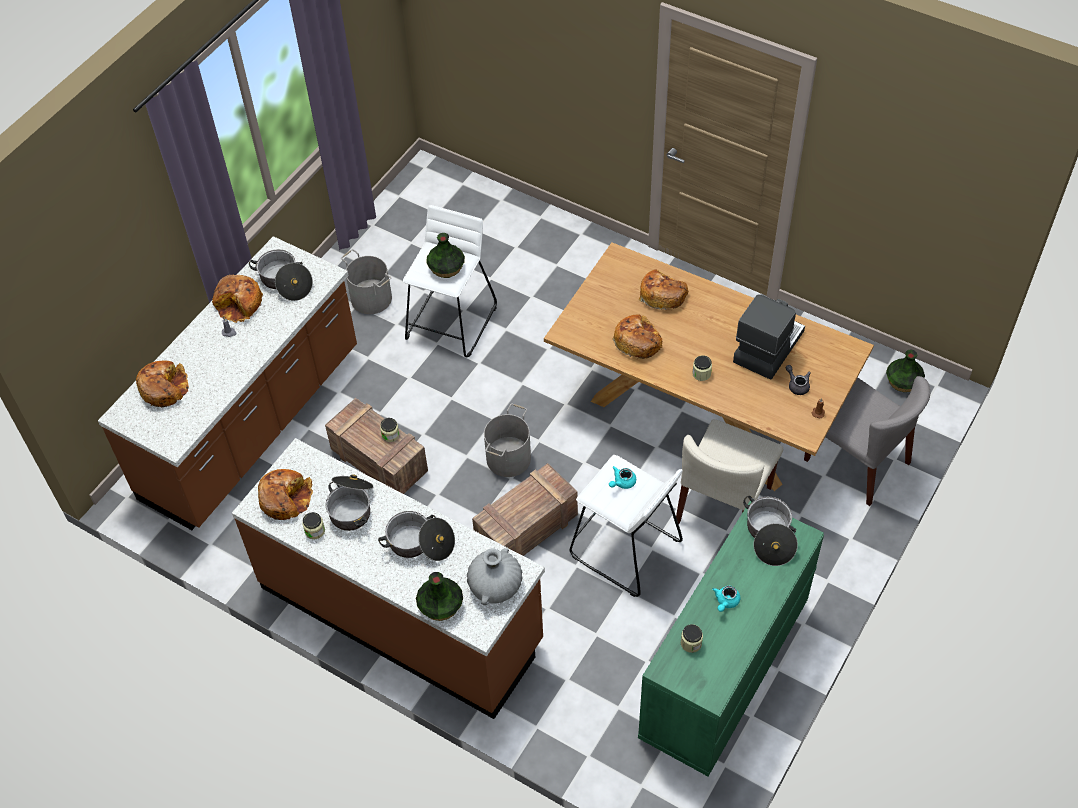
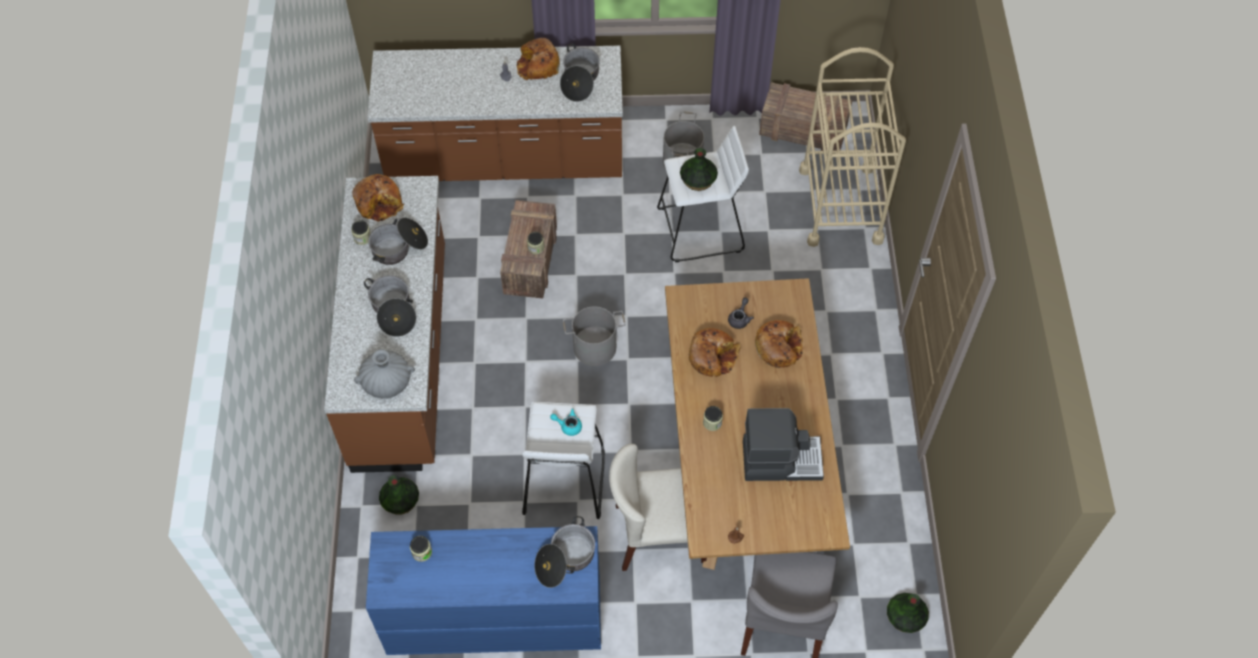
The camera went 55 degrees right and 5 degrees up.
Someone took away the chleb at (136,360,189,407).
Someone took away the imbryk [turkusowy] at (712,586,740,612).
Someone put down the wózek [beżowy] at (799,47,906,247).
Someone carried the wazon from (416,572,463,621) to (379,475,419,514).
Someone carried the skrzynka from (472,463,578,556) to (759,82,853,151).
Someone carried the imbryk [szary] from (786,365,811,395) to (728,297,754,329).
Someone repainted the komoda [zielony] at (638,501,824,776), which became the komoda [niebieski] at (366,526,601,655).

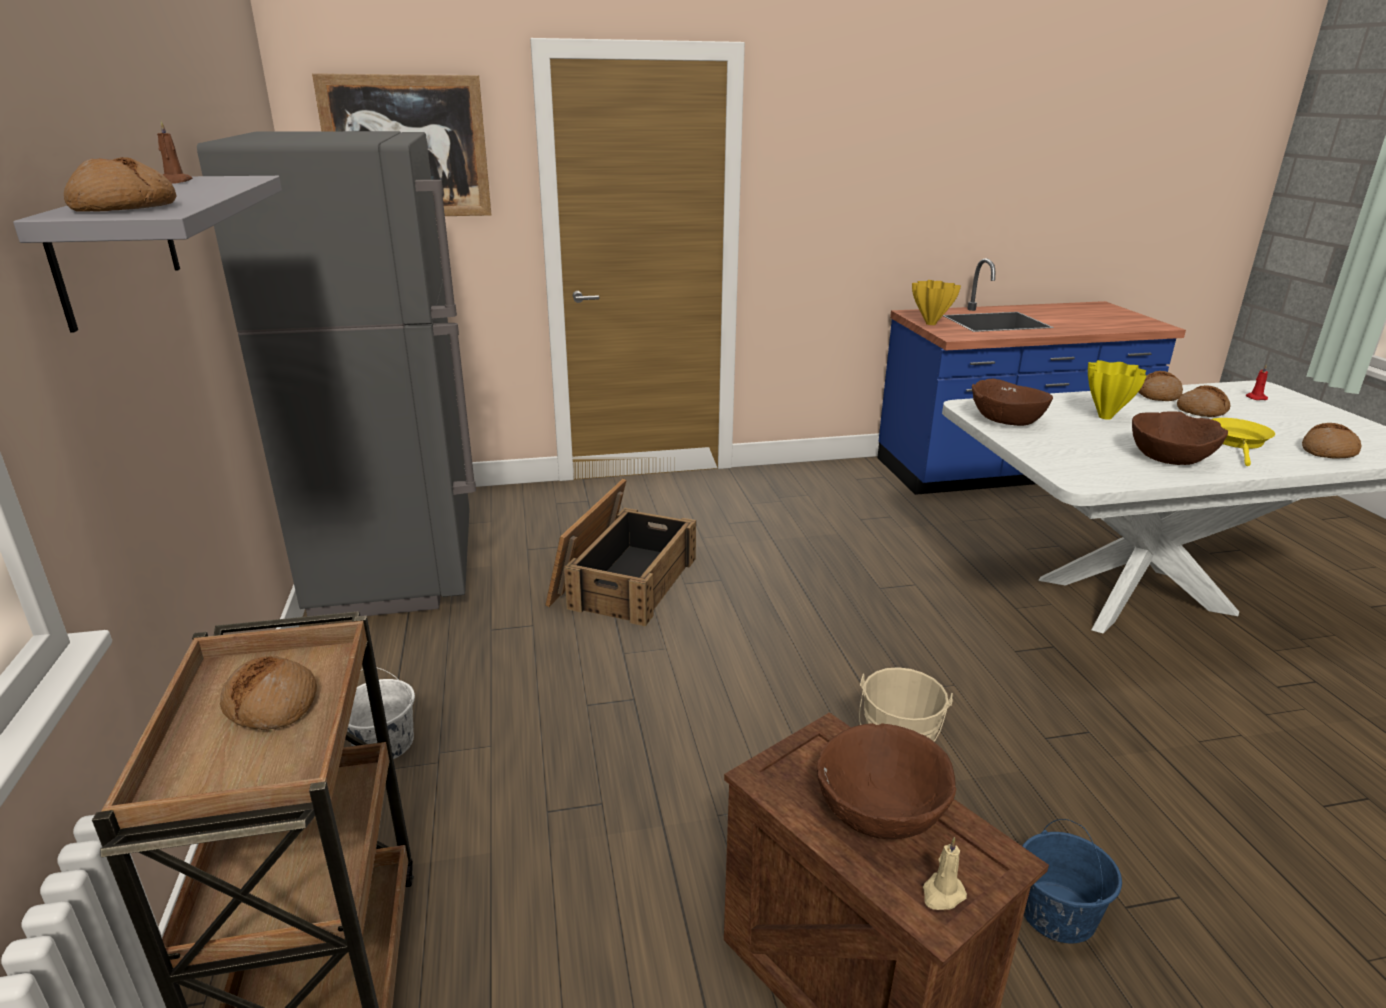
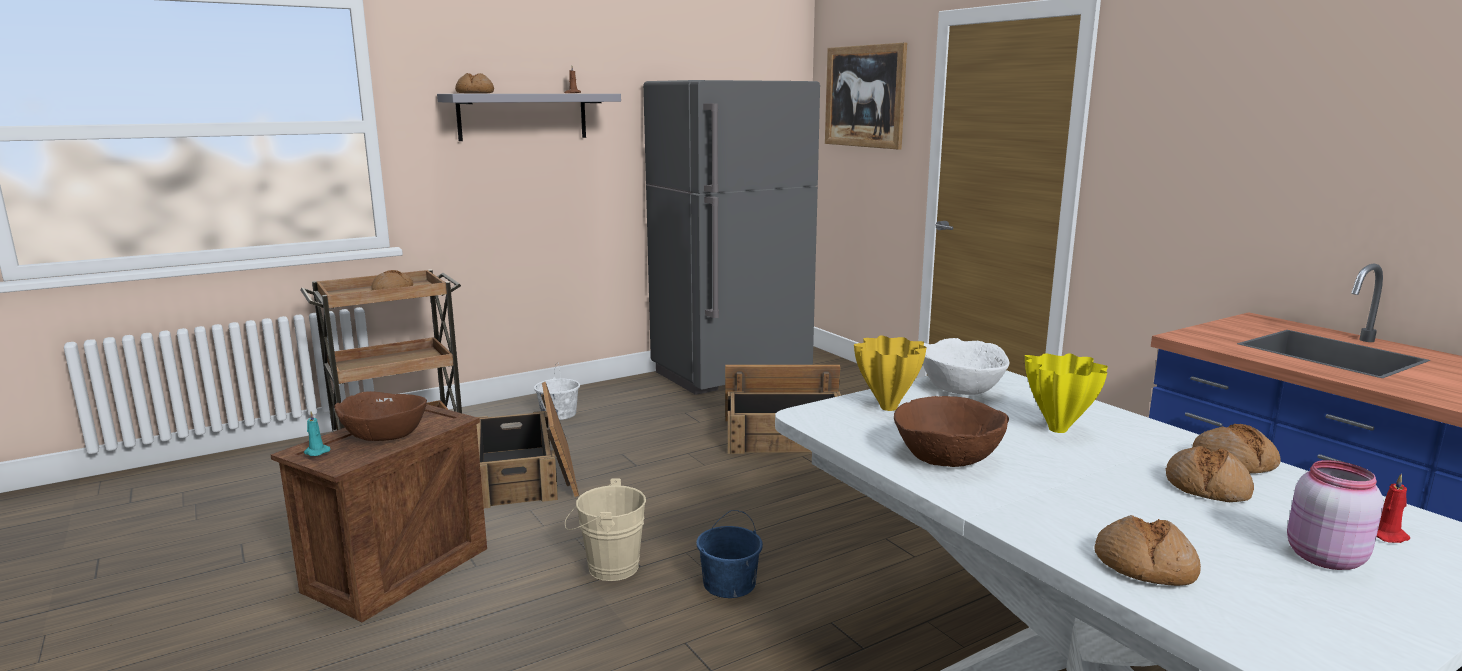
The camera went 70 degrees right and 10 degrees down.
Someone took away the patelnia [żółty] at (1212,418,1275,466).
Someone put down the skrzynka at (476,382,579,508).
Someone put down the słoik [różowy] at (1287,460,1384,570).
Someone carried the wazon [żółty] from (912,280,961,325) to (854,335,927,411).
Someone carried the wiadro [niebieski] from (1023,819,1122,944) to (696,510,763,598).
Someone repainted the świeca [beżowy] at (923,837,967,910), which became the świeca [turkusowy] at (304,411,330,456).
Someone repainted the miska [brązowy] at (972,379,1053,426), which became the miska [biały] at (923,338,1010,395).

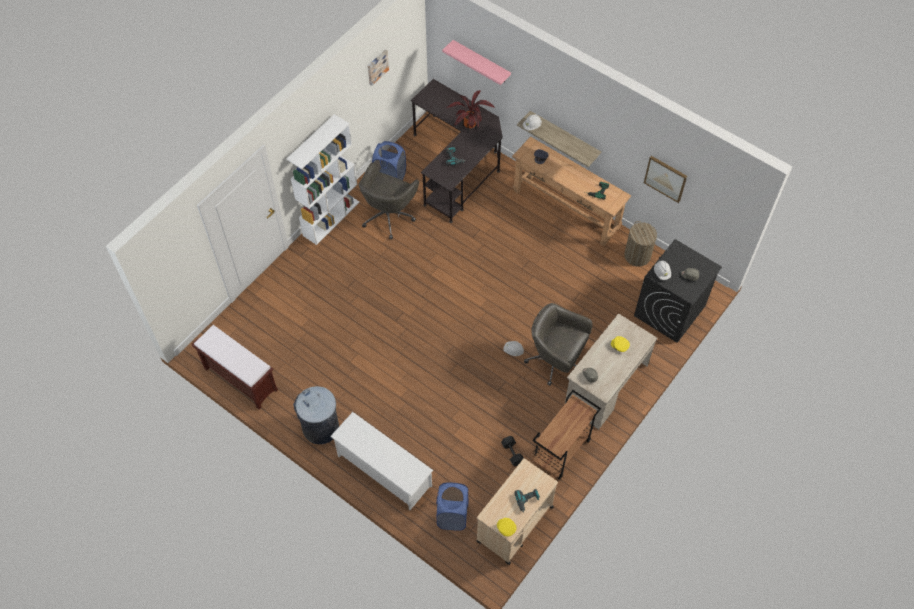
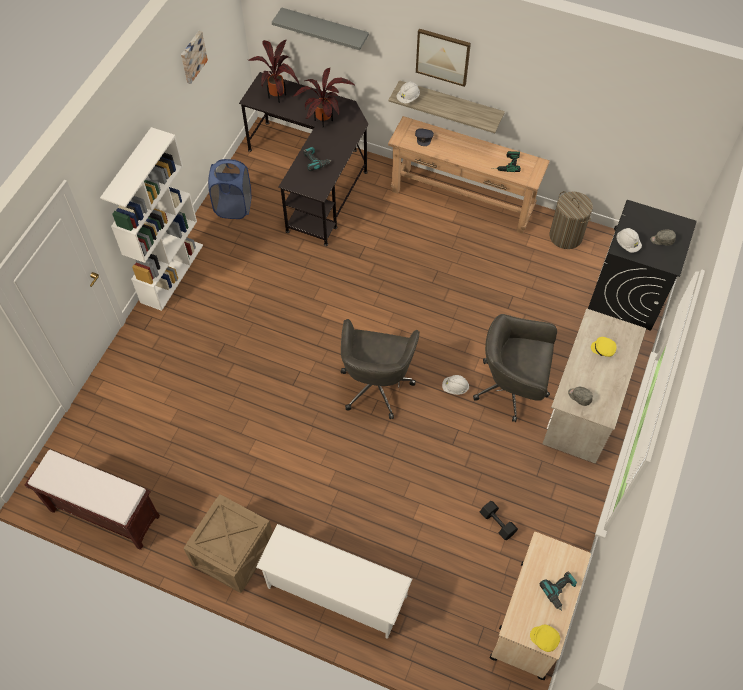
The camera went 15 degrees left and 0 degrees up.
Someone took away the kosz na pranie [niebieski] at (436,482,469,531).
Someone took away the wózek [brązowy] at (532,390,601,480).
Someone put down the roślina doniczkowa at (248,39,300,103).
Someone carried the krzesło biurowe [szary] from (359,163,419,239) to (341,319,420,419).
Someone carried the obraz from (644,156,687,203) to (416,29,471,87).
Someone swapped the kosz na śmieci [szary] at (293,386,339,444) for the skrzynka at (183,494,273,593).
Someone repainted the półka [różowy] at (442,40,511,85), which became the półka [szary] at (272,7,369,50).

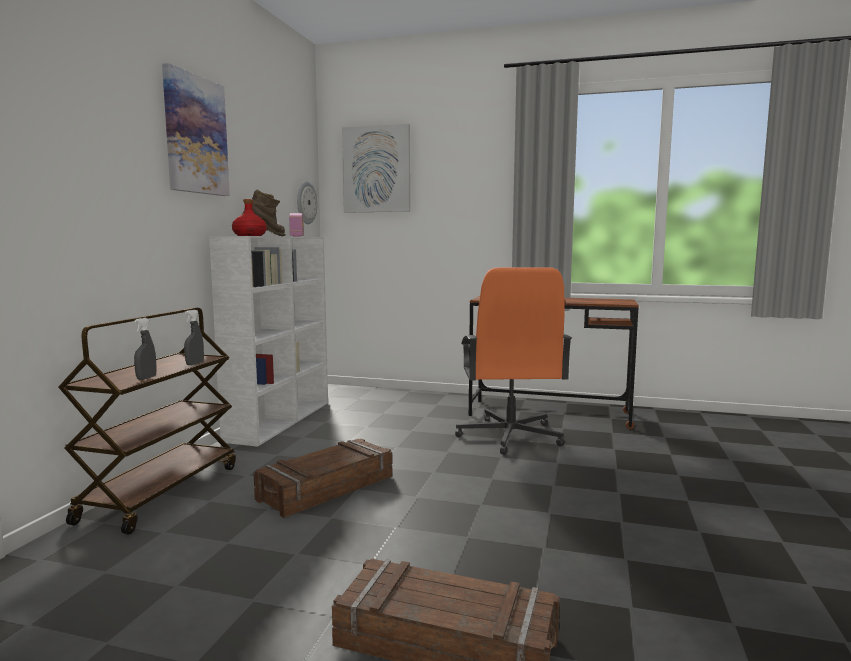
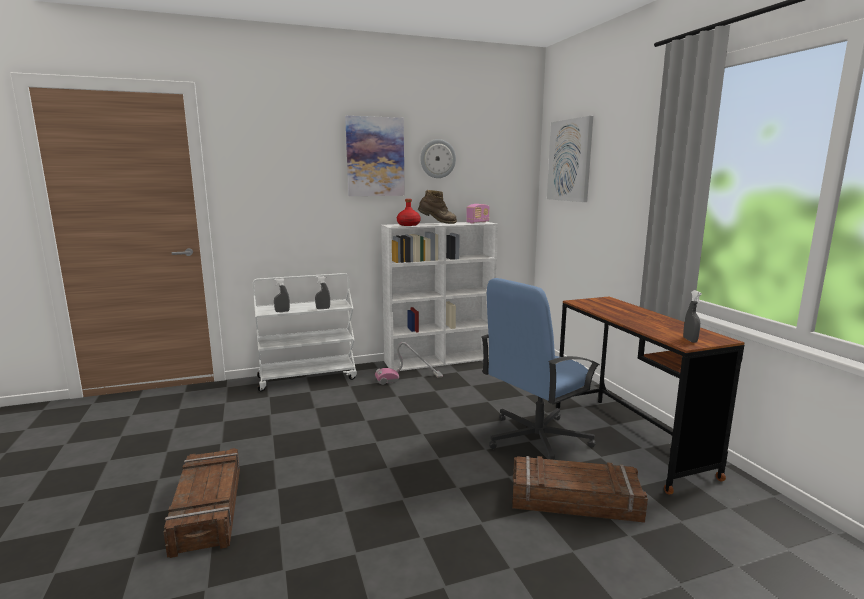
The camera went 55 degrees right and 5 degrees up.
Someone put down the odkurzacz at (375,342,443,385).
Someone put down the spryskiwacz [szary] at (683,290,702,342).
Someone carried the skrzynka from (254,438,392,518) to (512,456,648,523).
Someone carried the zegar ścienny from (297,181,318,224) to (420,139,456,178).
Someone repainted the wózek [brązowy] at (58,308,236,535), which became the wózek [biały] at (253,273,357,392).
Someone repainted the krzesło biurowe [pomarańczowy] at (455,267,572,455), which became the krzesło biurowe [niebieski] at (481,278,600,460).

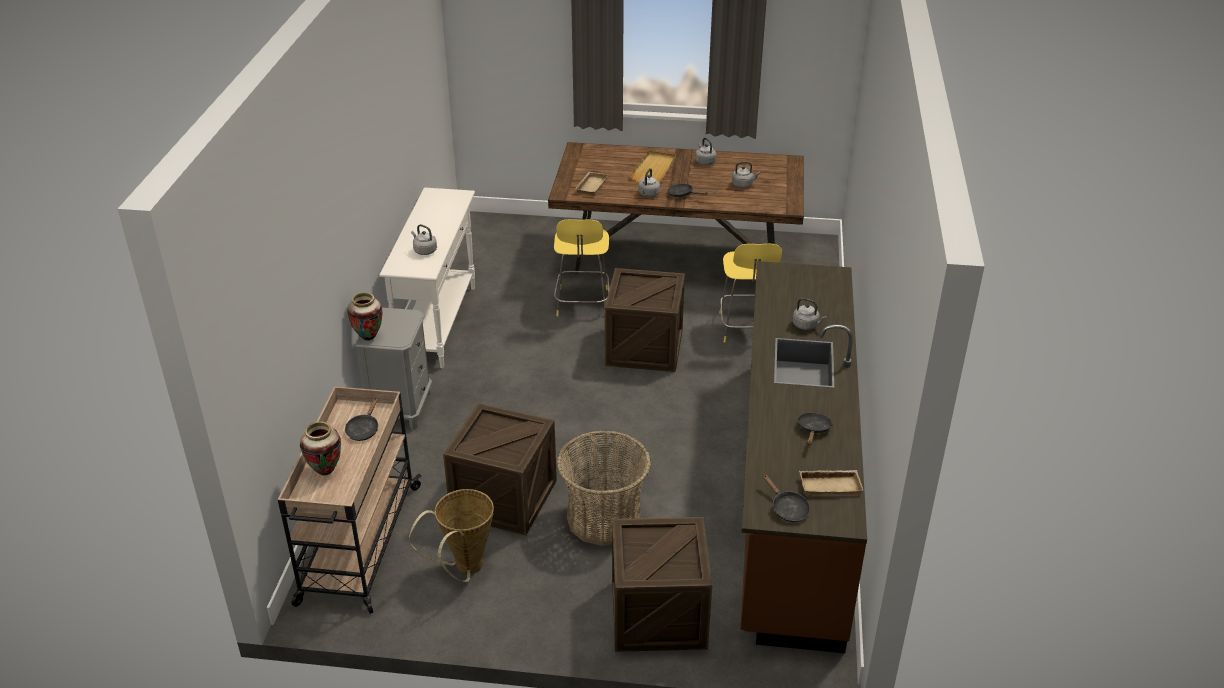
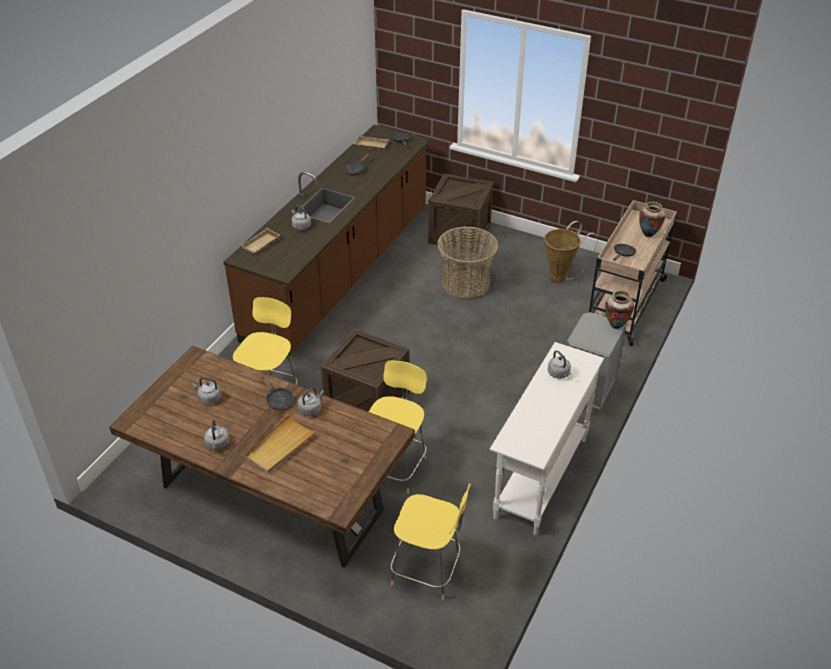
The camera went 160 degrees left and 5 degrees up.
Someone took away the skrzynka at (443,403,557,535).
Someone put down the stołek [żółty] at (390,483,471,600).
Someone carried the taca [beżowy] from (575,172,608,196) to (241,228,280,254).

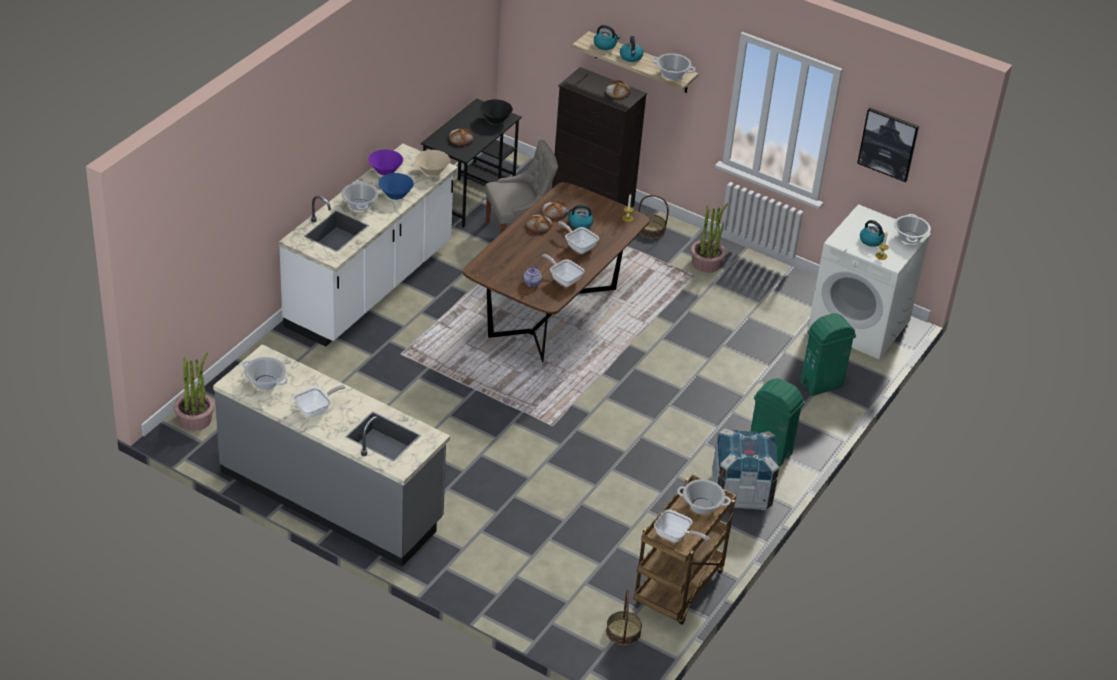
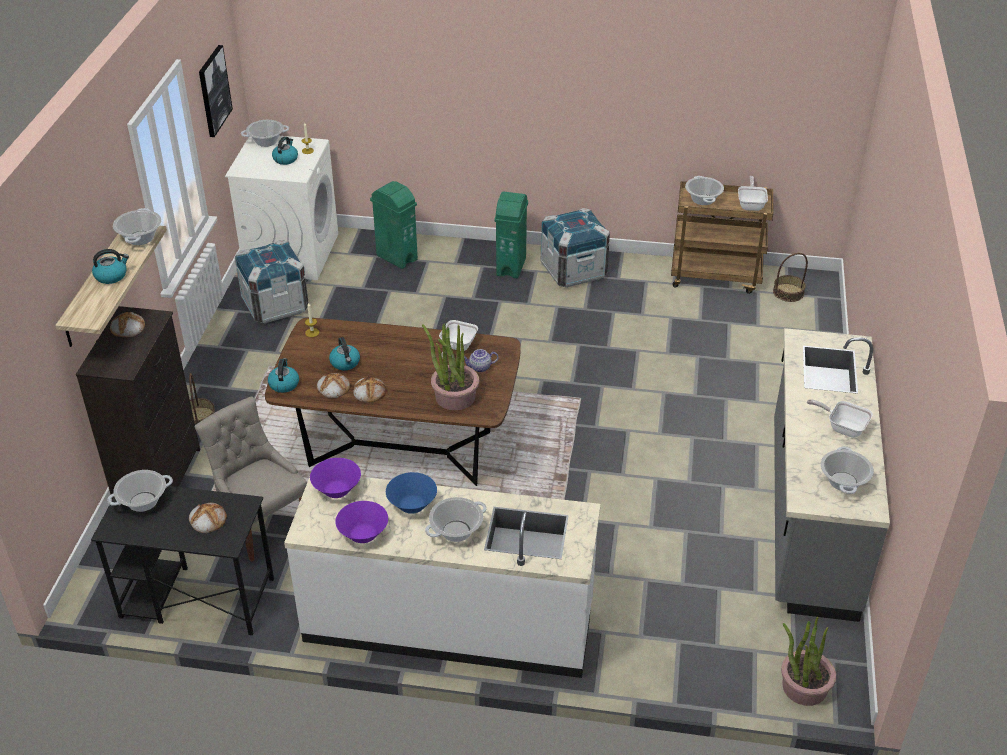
The camera went 110 degrees left and 0 degrees up.
Someone took away the patelnia at (558,221,599,254).
Someone put down the skrzynka at (235,240,308,324).
Someone carried the czajnik from (594,25,620,50) to (268,358,299,393).
Someone carried the roślina doniczkowa from (691,203,728,273) to (422,324,479,410).
Someone swapped the miska [czarny] at (480,99,513,124) for the garnek at (107,470,173,512).
Someone repainted the miska [beżowy] at (415,150,450,176), which became the miska [fioletowy] at (310,458,361,498).

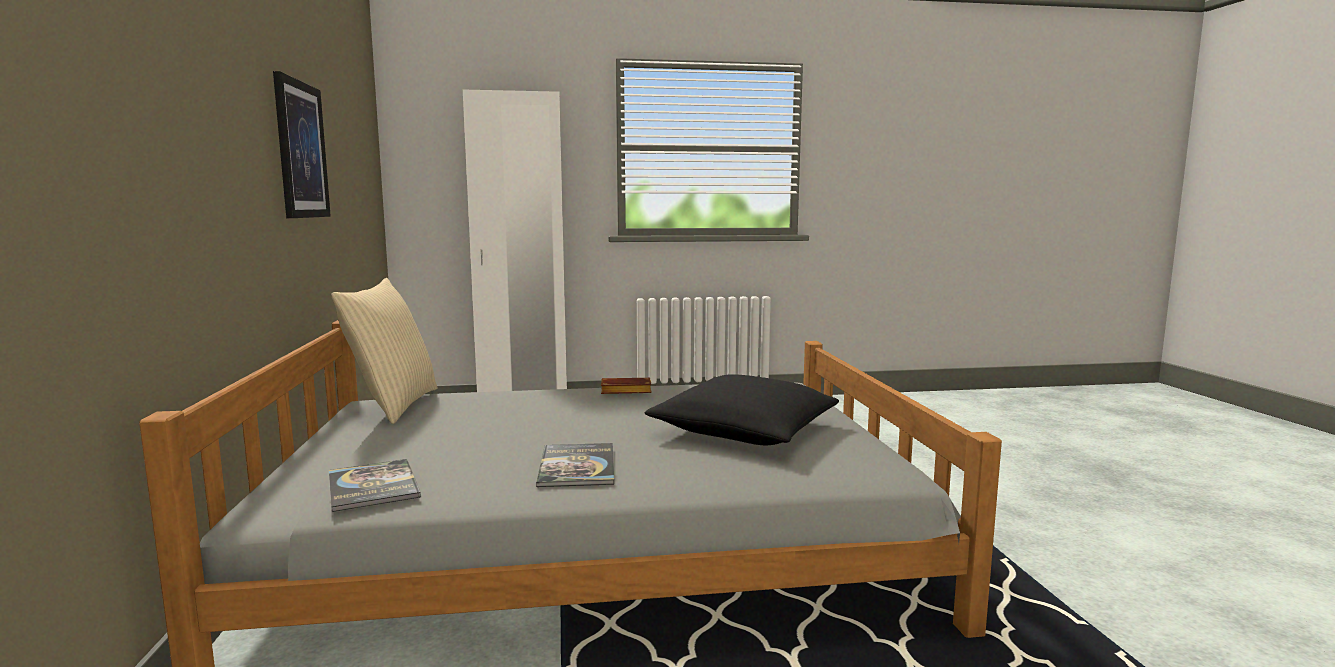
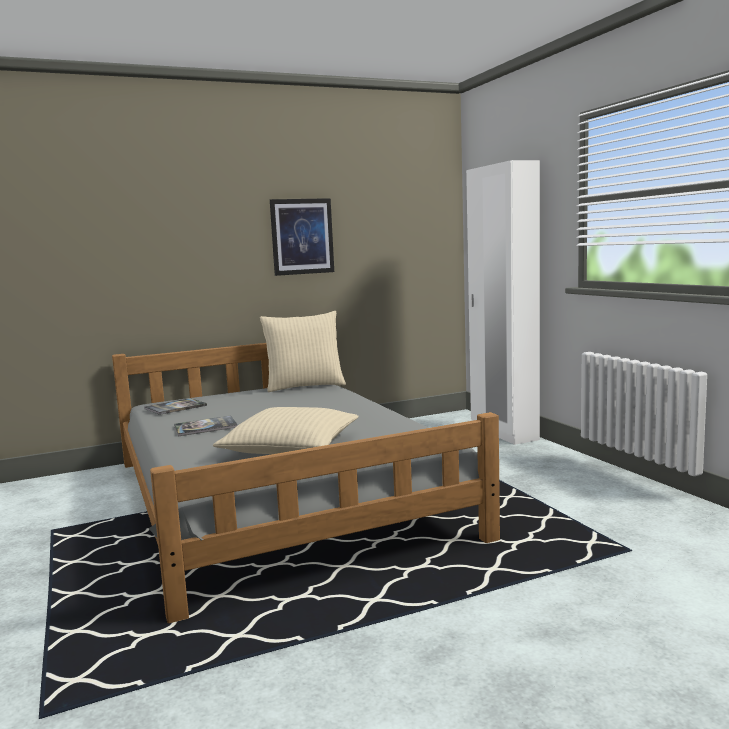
The camera went 75 degrees right and 0 degrees up.
Someone took away the książka [brązowy] at (601,377,652,394).
Someone repainted the poduszka [czarny] at (645,374,839,445), which became the poduszka [beżowy] at (213,407,358,454).

